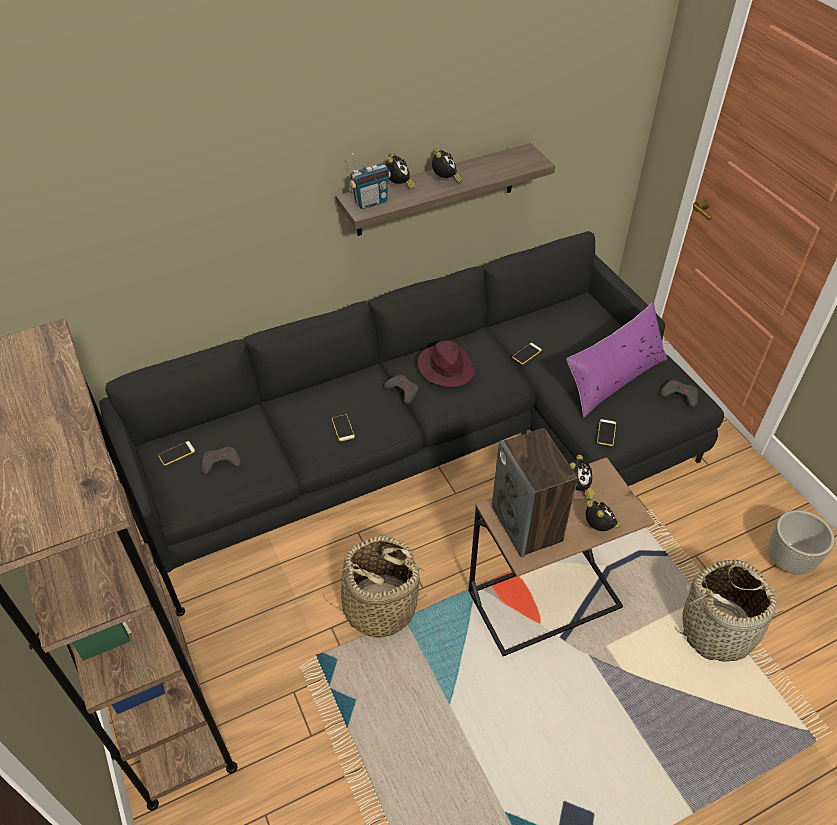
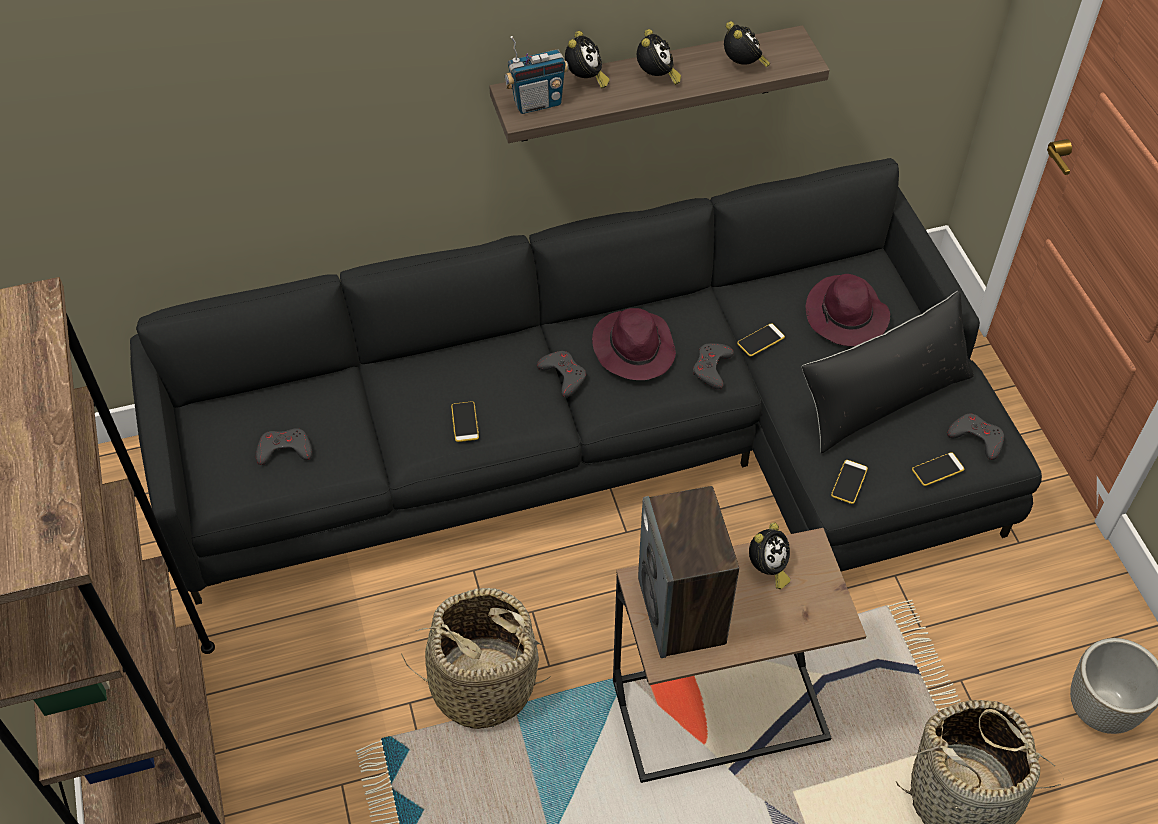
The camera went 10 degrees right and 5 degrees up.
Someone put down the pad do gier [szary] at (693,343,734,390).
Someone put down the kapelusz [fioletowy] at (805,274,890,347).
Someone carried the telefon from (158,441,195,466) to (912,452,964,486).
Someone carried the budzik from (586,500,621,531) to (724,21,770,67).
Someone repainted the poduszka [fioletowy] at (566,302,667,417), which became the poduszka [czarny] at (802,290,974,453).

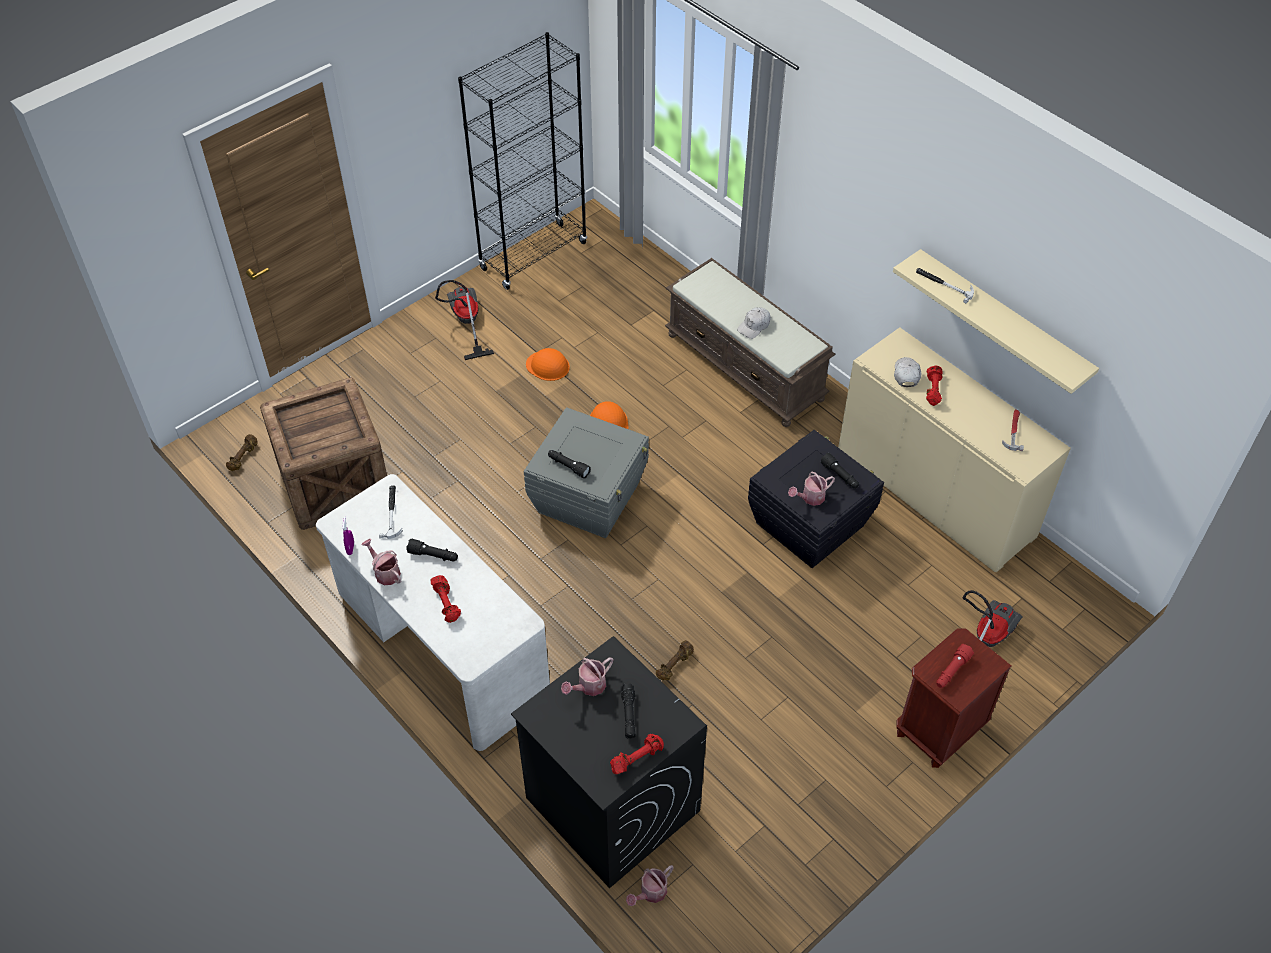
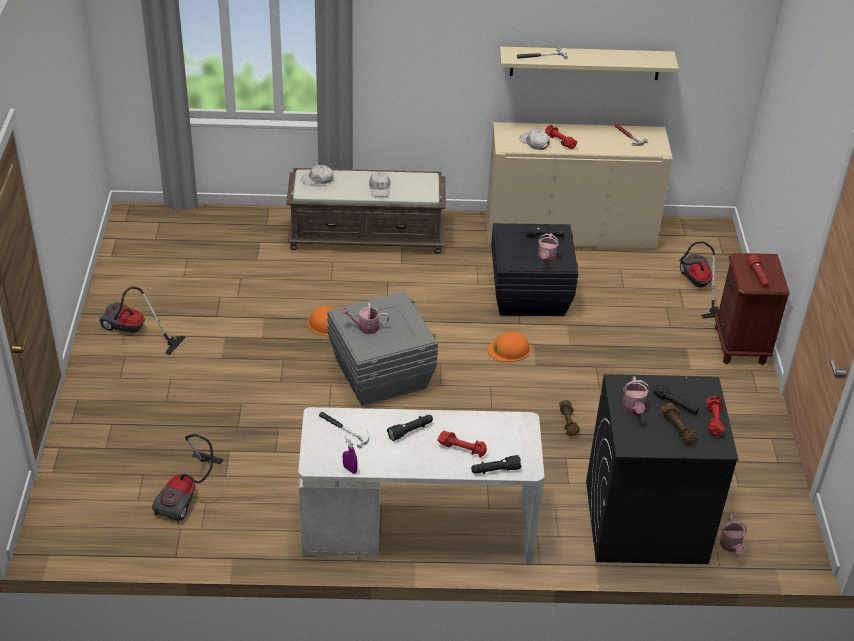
The camera went 50 degrees left and 10 degrees down.
Someone took away the regał [czarny] at (458,32,587,290).
Someone put down the czapka z daszkiem [biały] at (301,165,333,185).
Someone carried the hantel [brązowy] from (226,434,258,471) to (661,403,697,444).
Someone carried the konewka from (362,539,402,585) to (341,302,389,334).
Someone carried the kask [pomarańczowy] from (526,348,570,381) to (488,331,531,362).
Someone carried the latarka [czarny] from (548,450,591,478) to (471,455,521,474).
Someone swapped the skrzynka at (260,377,387,530) for the odkurzacz at (152,434,223,523).

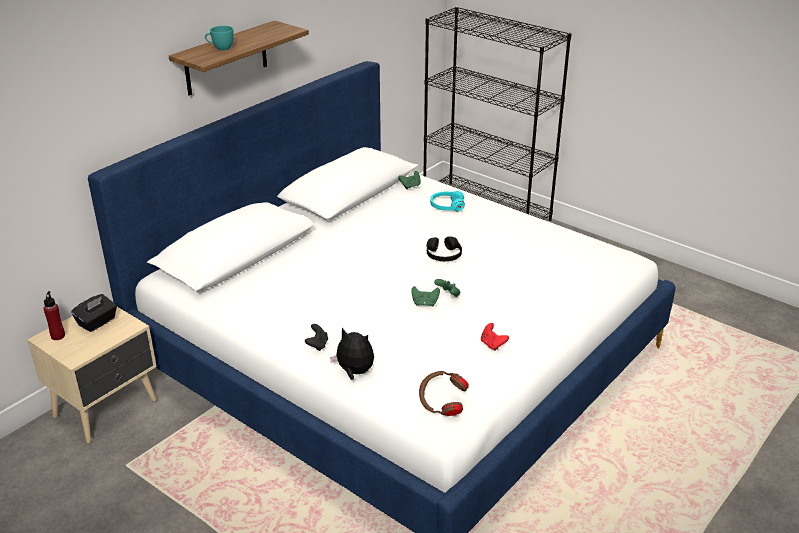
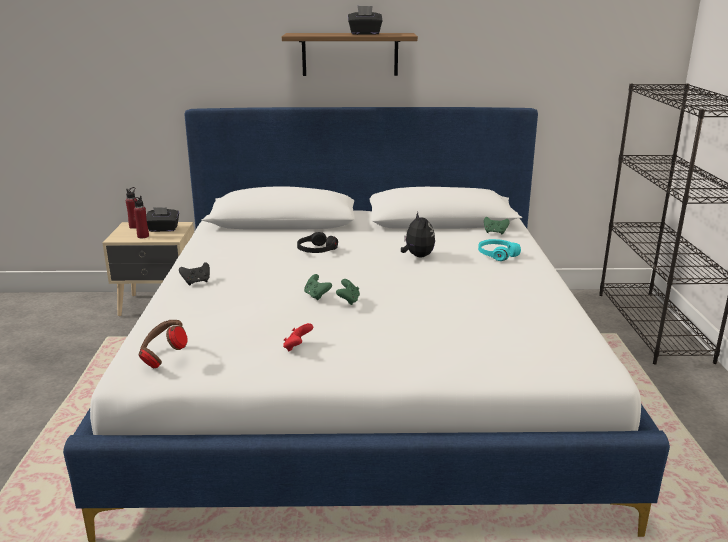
The camera went 50 degrees right and 10 degrees down.
Someone took away the filiżanka [turkusowy] at (205,26,234,50).
Someone put down the butelka [czerwony] at (133,196,149,238).
Someone put down the pudełko chusteczek [czarny] at (348,6,383,35).
Someone carried the pluszak from (330,328,374,380) to (401,212,435,258).
Someone carried the słuchawki [czarny] from (426,236,462,261) to (297,232,338,253).

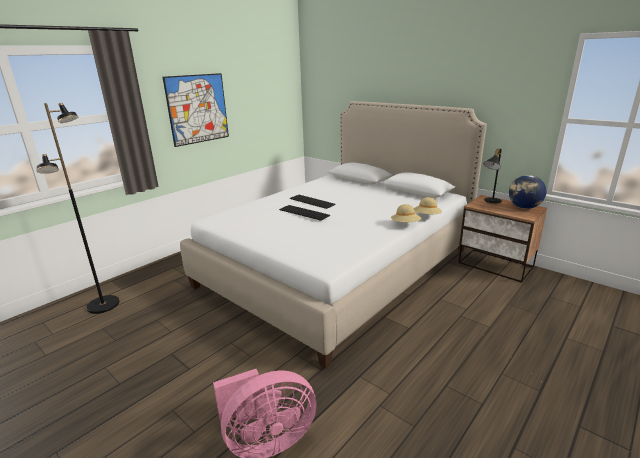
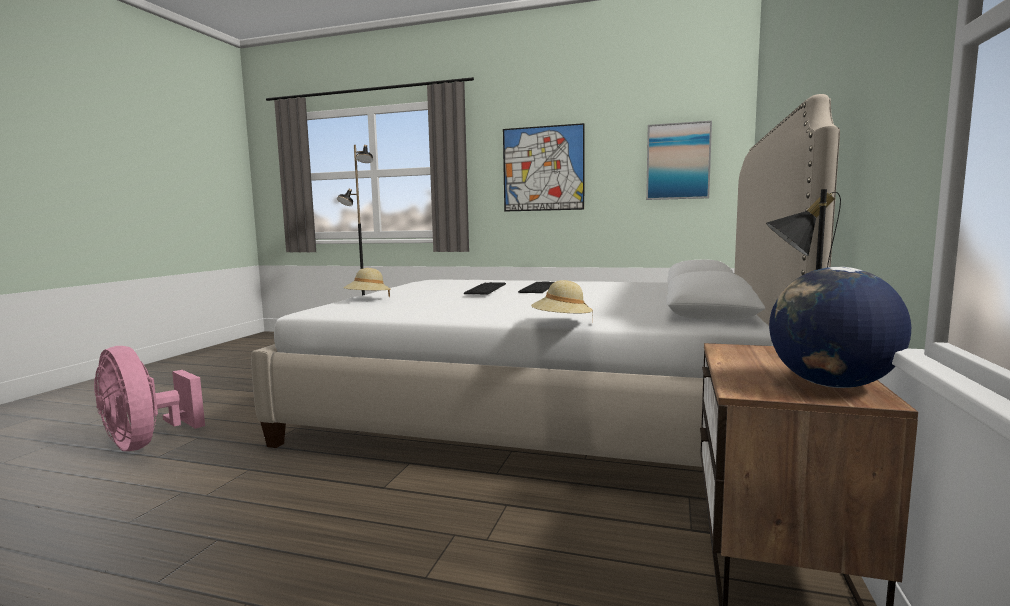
The camera went 65 degrees right and 15 degrees down.
Someone put up the obraz at (646,121,712,200).
Someone carried the kapelusz [beżowy] from (391,204,421,222) to (343,268,390,298).

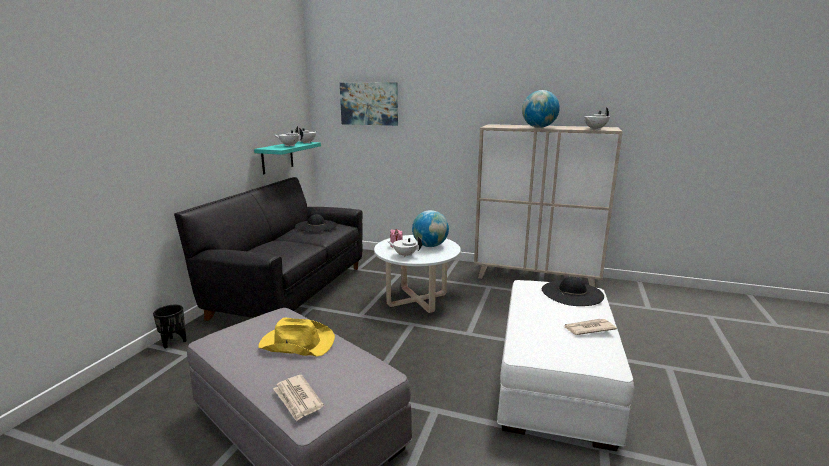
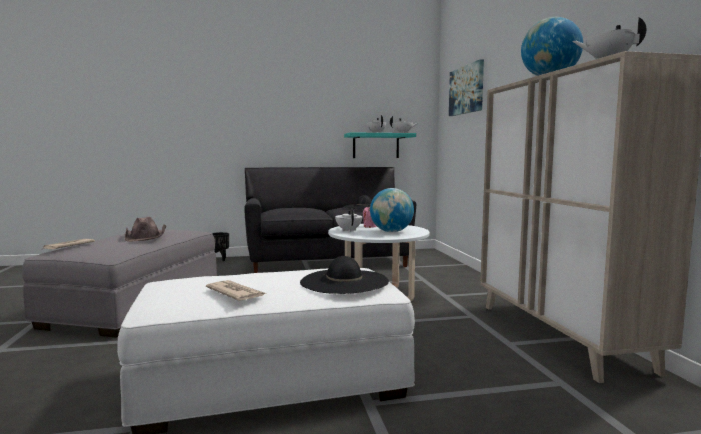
The camera went 60 degrees right and 10 degrees down.
Someone repainted the kapelusz [żółty] at (258,318,335,357), which became the kapelusz [brązowy] at (125,217,166,242).

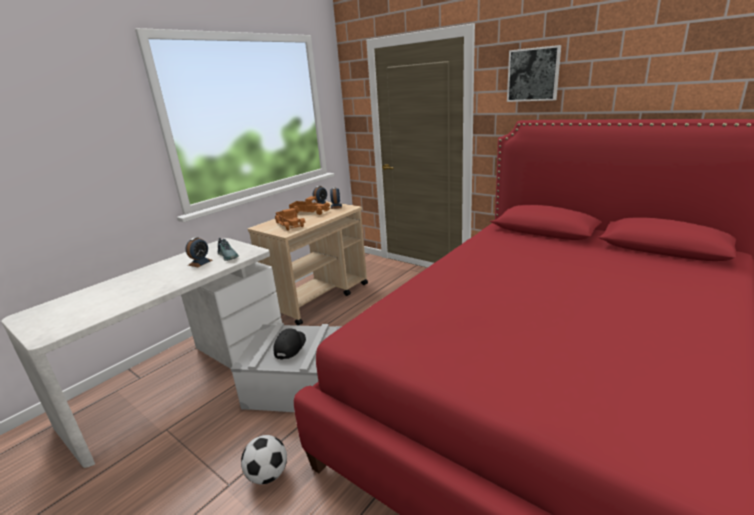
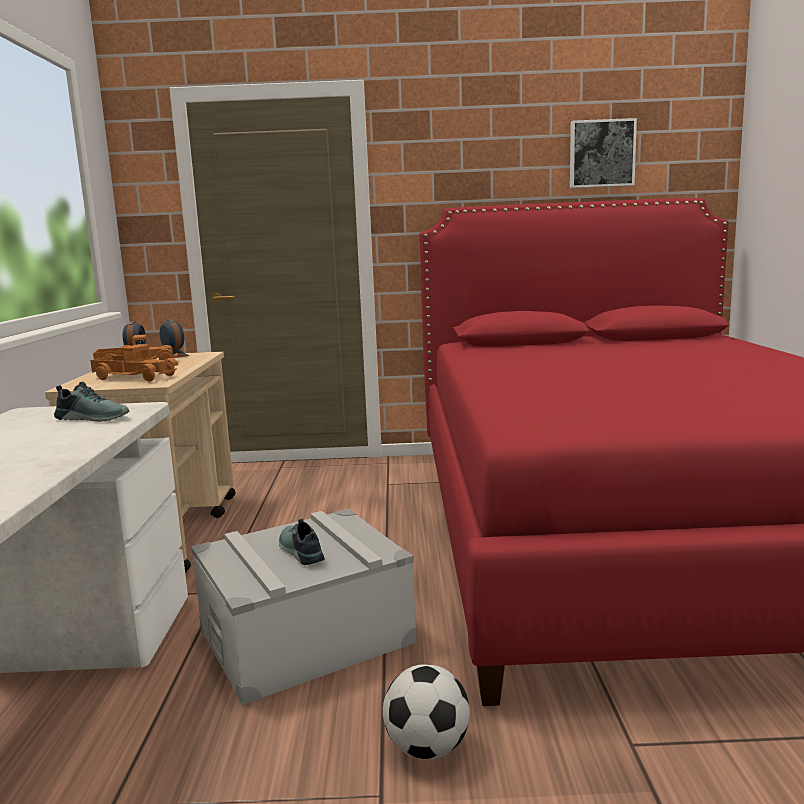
The camera went 40 degrees left and 10 degrees down.
Someone took away the budzik at (185,237,213,267).
Someone carried the obraz from (507,45,561,102) to (570,118,637,188).
Someone swapped the czapka z daszkiem [czarny] at (273,328,306,360) for the but at (279,519,325,565).

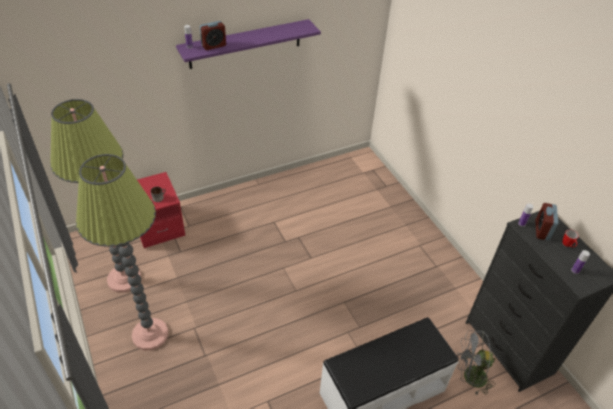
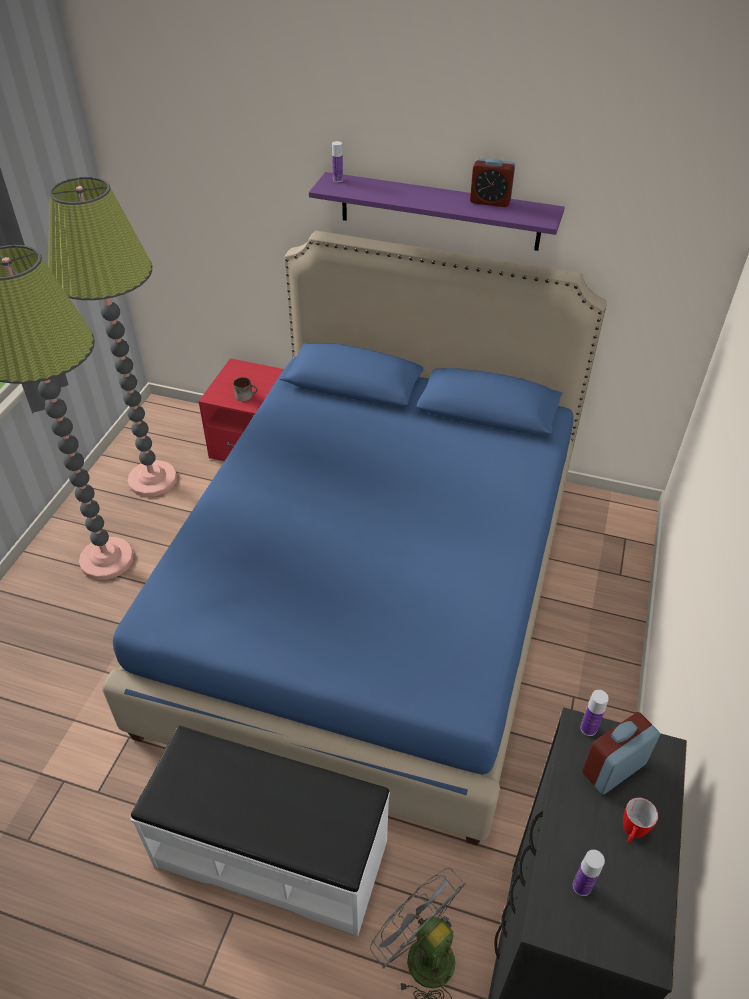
The camera went 45 degrees right and 0 degrees up.
Someone put down the łóżko [niebieski] at (102,231,607,846).
Someone carried the budzik from (200,21,226,50) to (470,158,515,207).

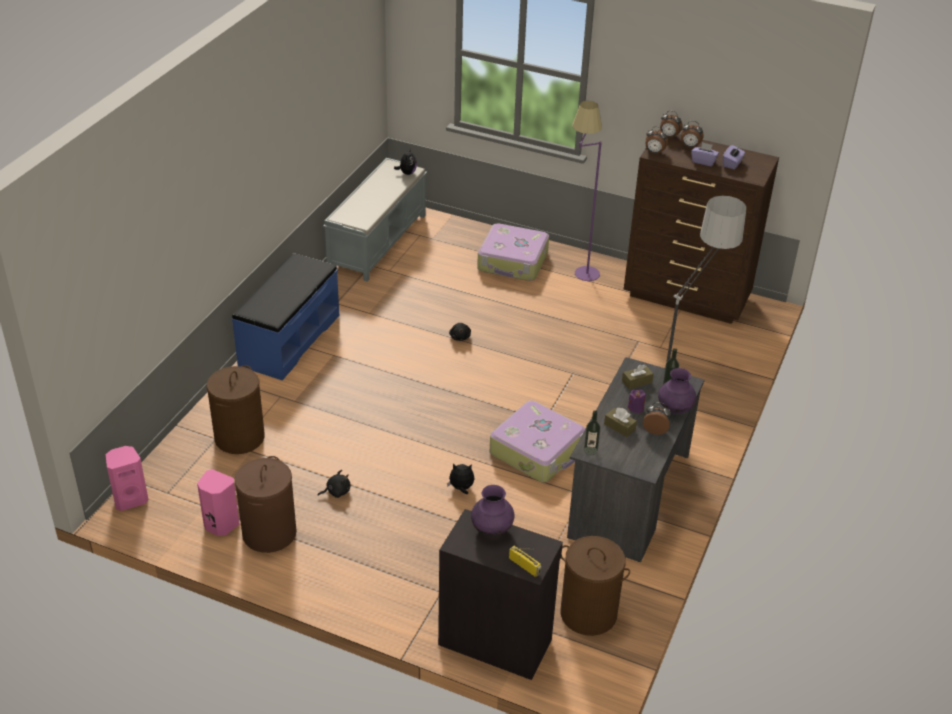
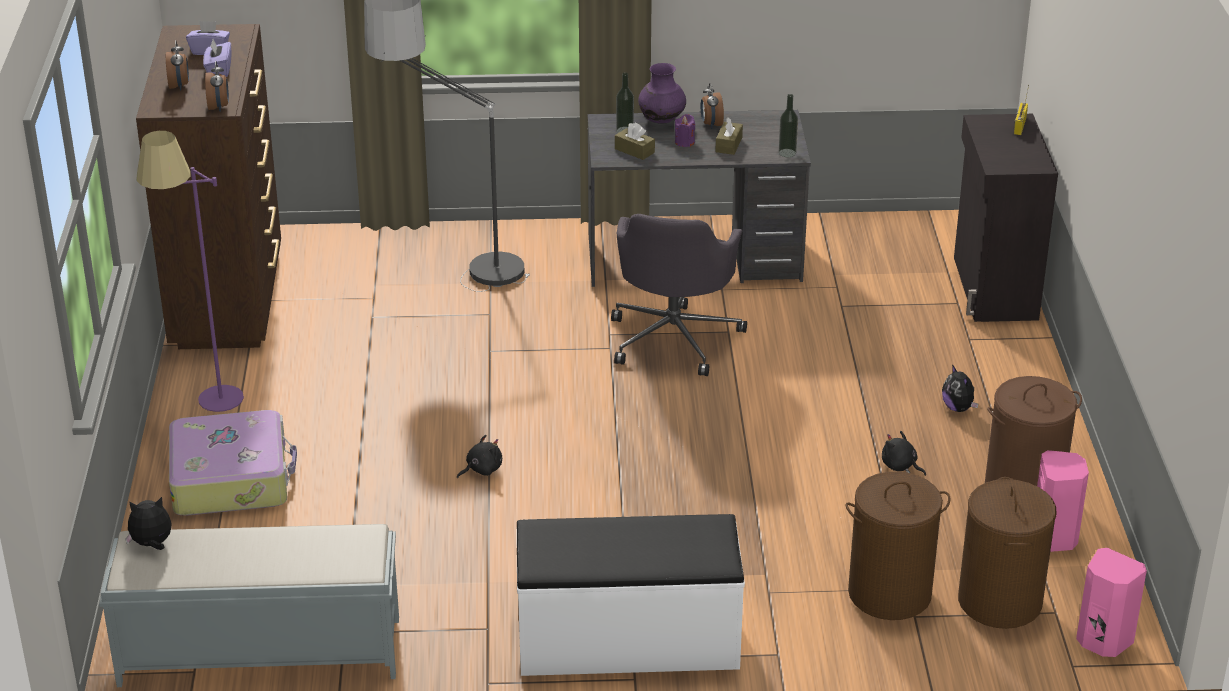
The camera went 115 degrees left and 5 degrees down.
Someone took away the wazon [fioletowy] at (471,485,514,535).
Someone took away the budzik at (660,111,683,139).
Someone carried the pluszak from (447,464,474,494) to (942,365,978,412).
Someone carried the kosz na pranie [brązowy] from (560,536,630,636) to (958,477,1057,629).
Someone swapped the walizka at (490,401,585,483) for the krzesło biurowe [szary] at (611,214,747,376).
Someone repainted the ławka [niebieski] at (232,253,339,380), which became the ławka [biały] at (516,514,745,676).

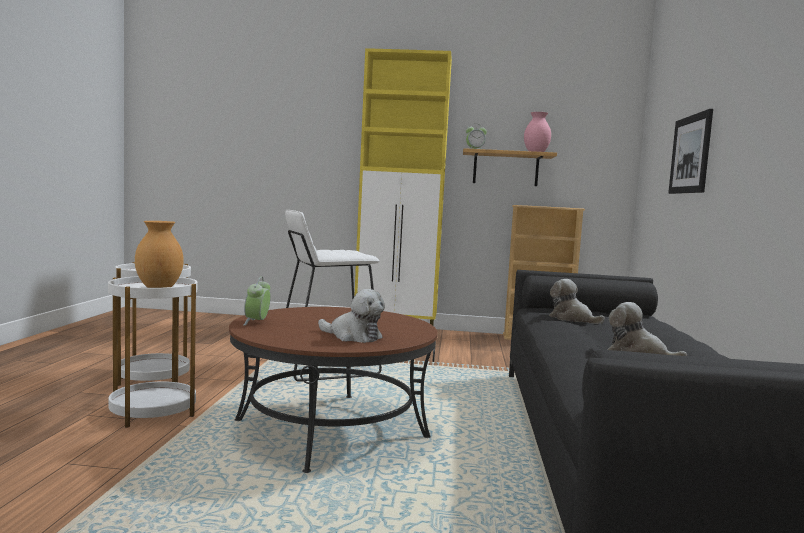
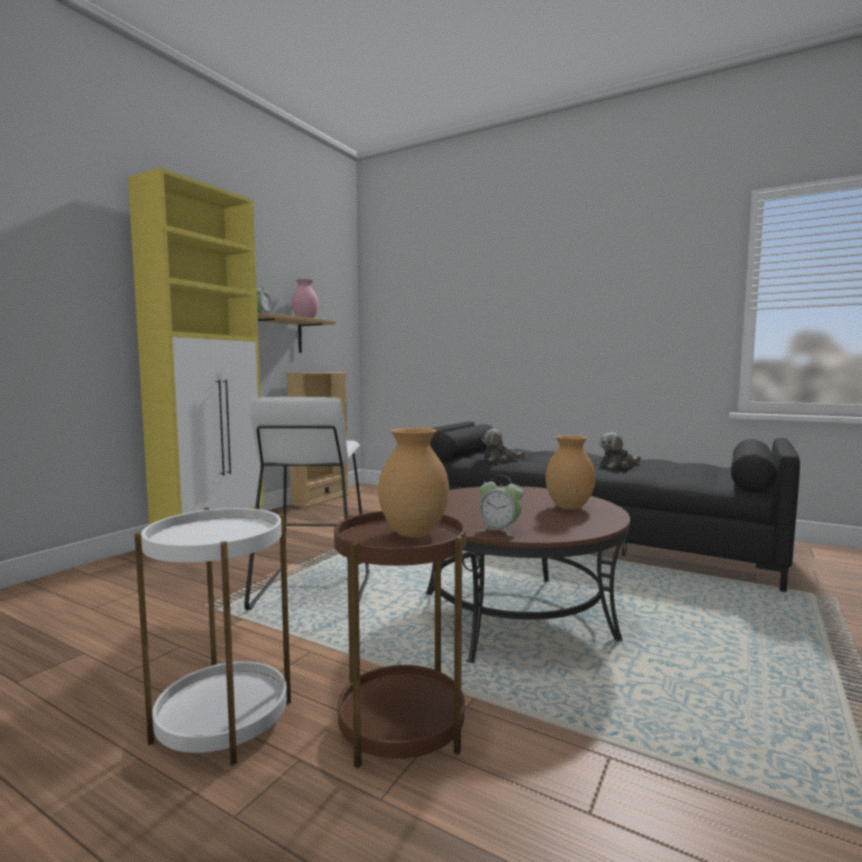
The camera went 65 degrees left and 0 degrees up.
Someone took away the obraz at (668,109,713,194).
Someone swapped the pluszak at (318,289,385,343) for the wazon [brązowy] at (545,435,595,510).
Someone repainted the stolik [biały] at (108,276,197,428), which became the stolik [brązowy] at (334,511,466,768).

